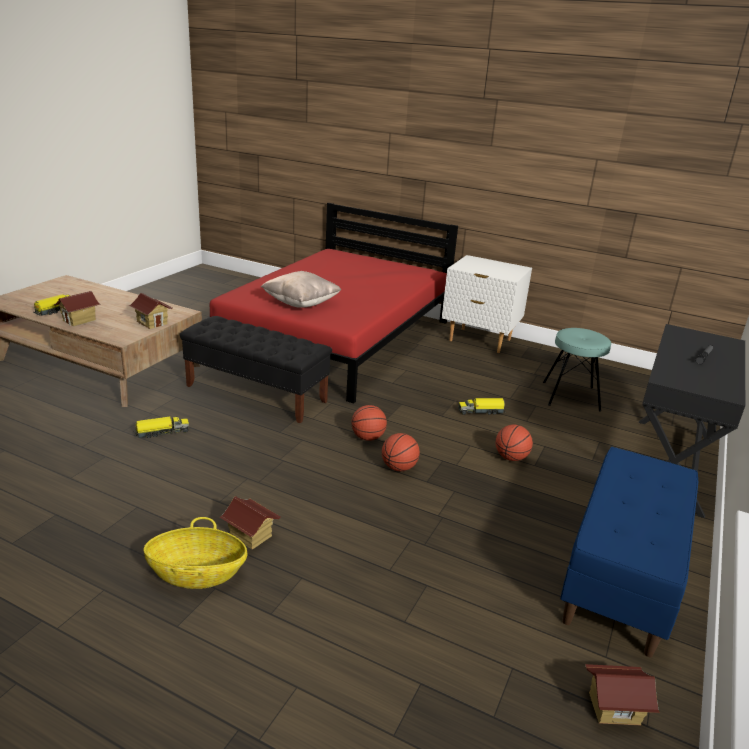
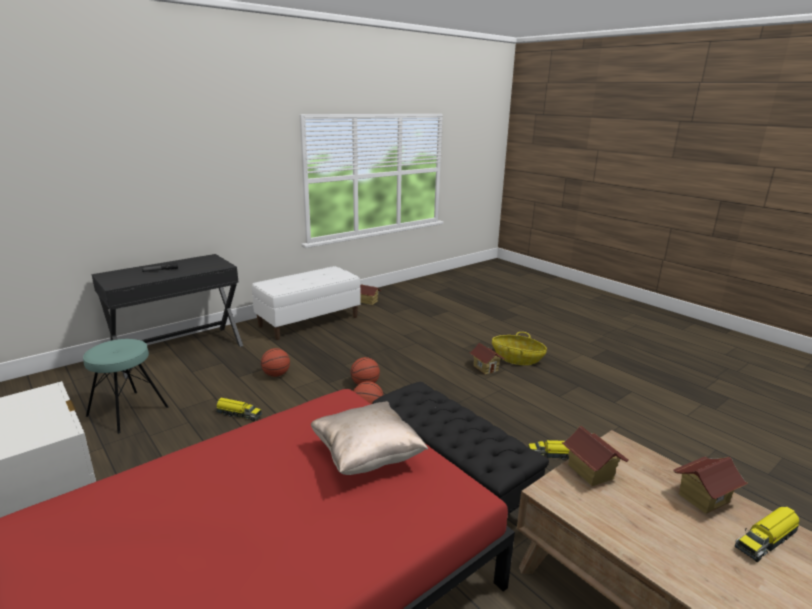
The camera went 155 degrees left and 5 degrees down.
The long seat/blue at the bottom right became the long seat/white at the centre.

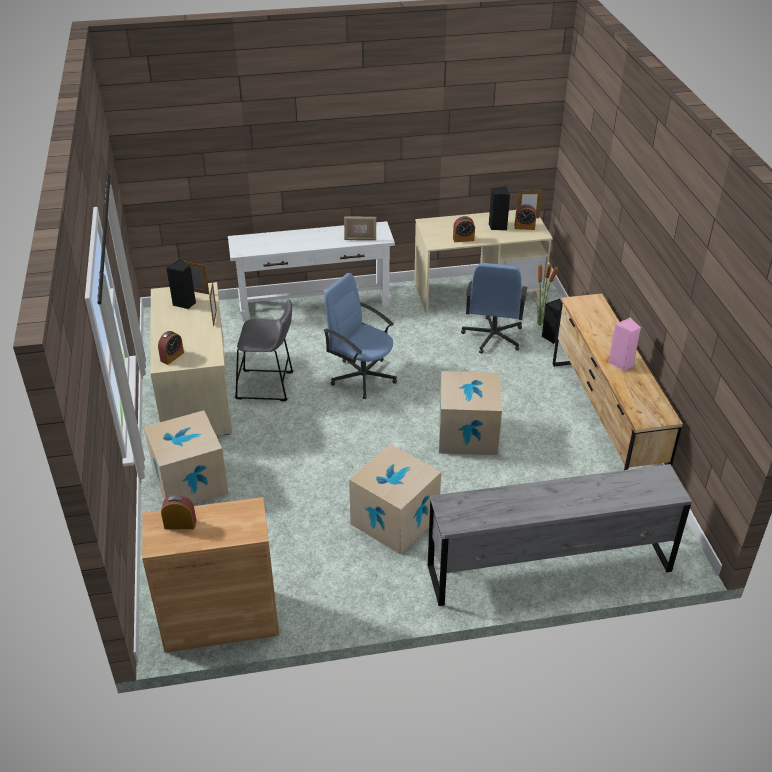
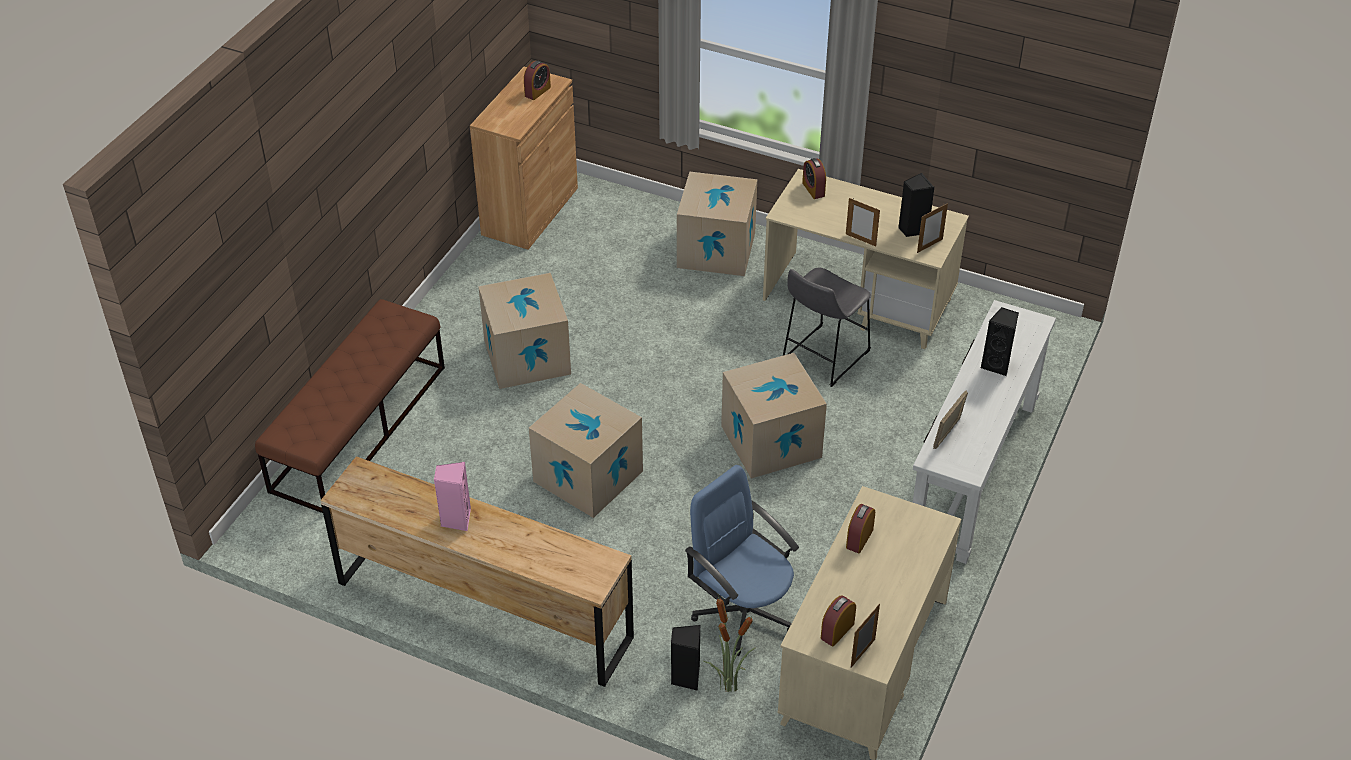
The camera went 125 degrees right and 5 degrees up.
The desk chair/blue (no. 1 from left) at the centre was replaced by the packing box (no. 4 from left) at the centre.
The drawer chest/gray at the bottom right was replaced by the long seat/brown at the middle left.
The audio speaker/blackish (no. 2 from left in the first image) moved from the top centre to the middle right.

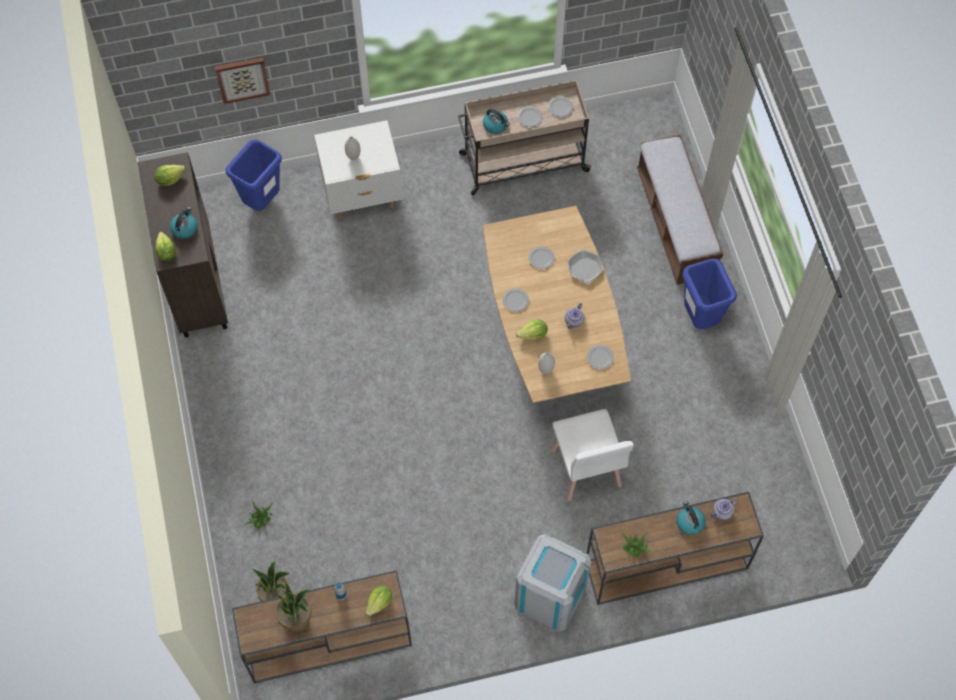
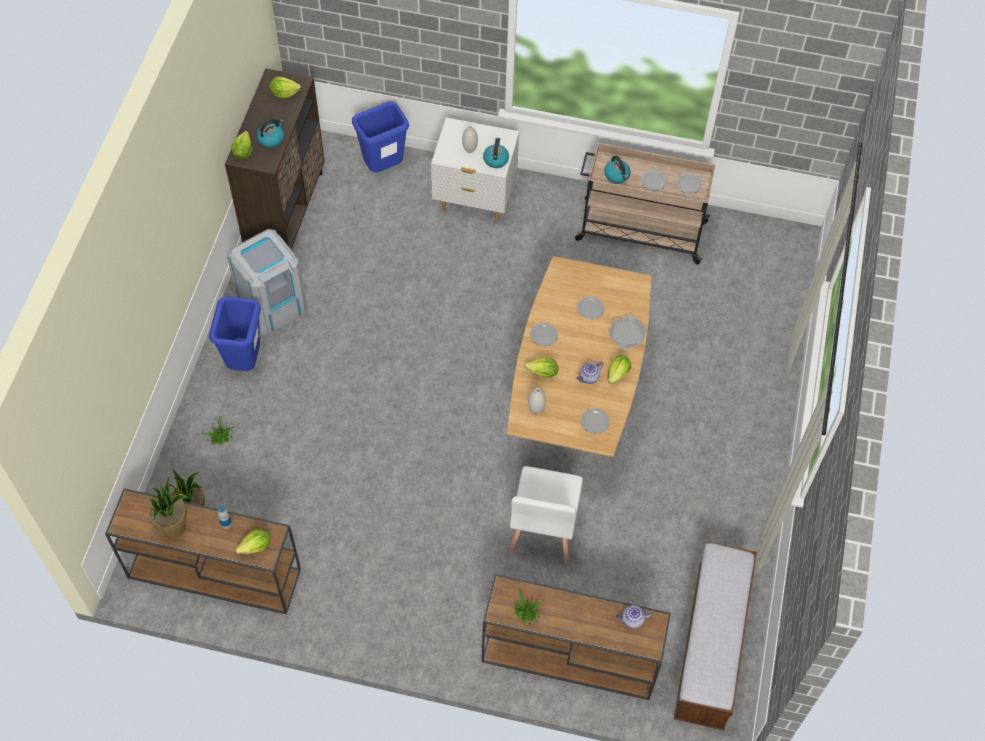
The camera went 25 degrees right and 5 degrees down.
The picture at the top left disappeared.
The trash can/gray moved from the bottom centre to the middle left.
The long seat moved from the top right to the bottom right.
The water kettle (no. 3 from left in the first image) moved from the bottom right to the top centre.
The trash can/blue (no. 2 from left in the first image) moved from the middle right to the middle left.
The lettuce (no. 5 from left) at the centre appeared.

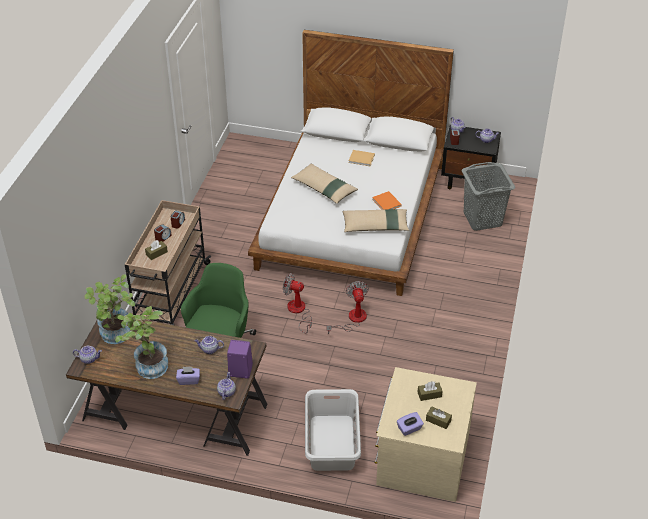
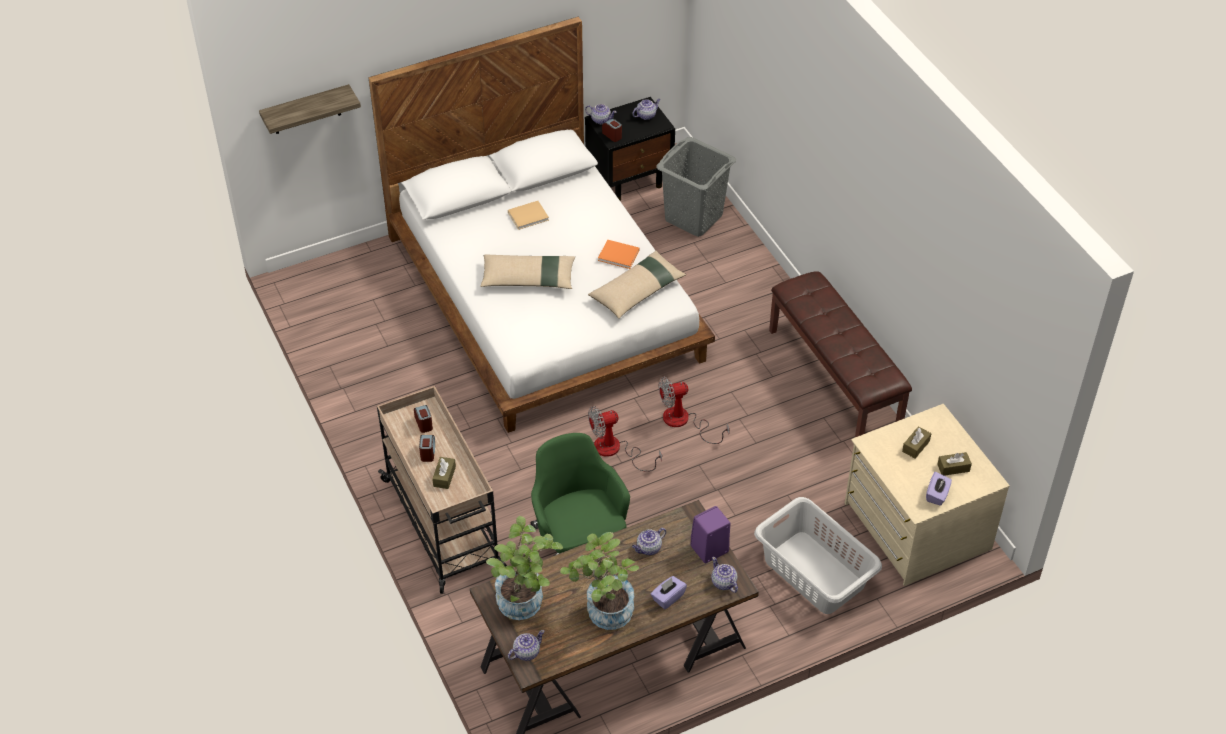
The camera went 40 degrees left and 5 degrees up.
The cooling fan (no. 2 from left) at the centre turned 60 degrees counterclockwise.
The bracket shelf at the top left appeared.
The long seat/brown at the middle right appeared.

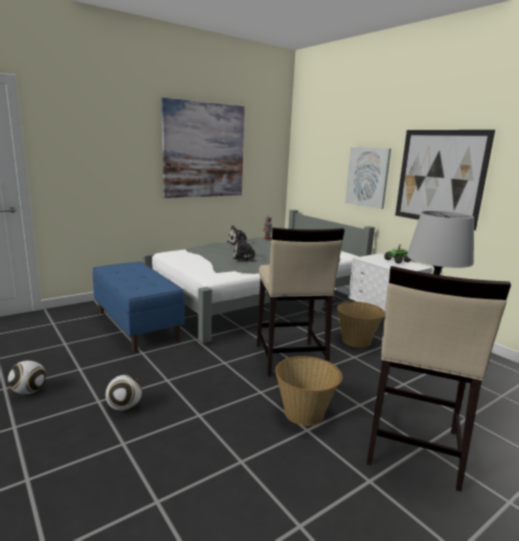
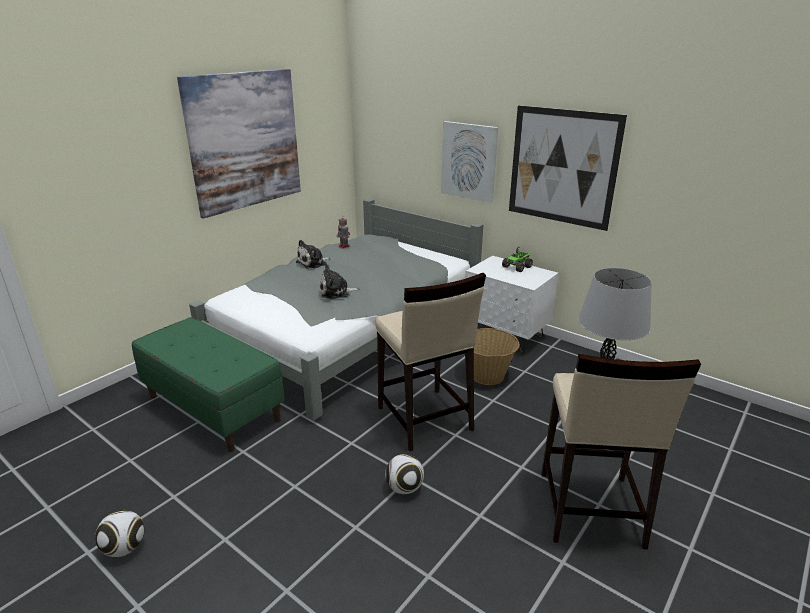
The camera went 15 degrees left and 10 degrees up.
The long seat/blue at the middle left became the long seat/greenish at the middle left.
The football (no. 2 from left) moved from the bottom left to the bottom centre.
The basket (no. 1 from left) at the bottom centre disappeared.

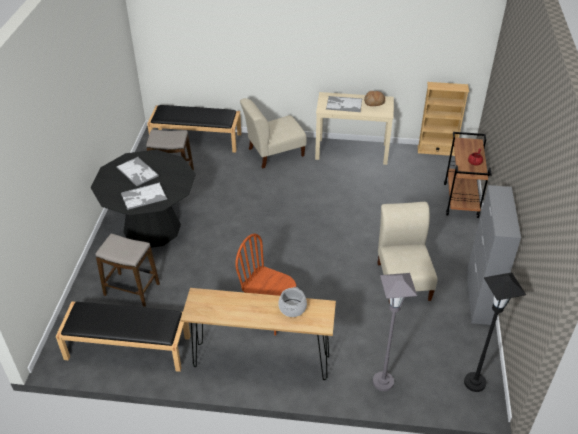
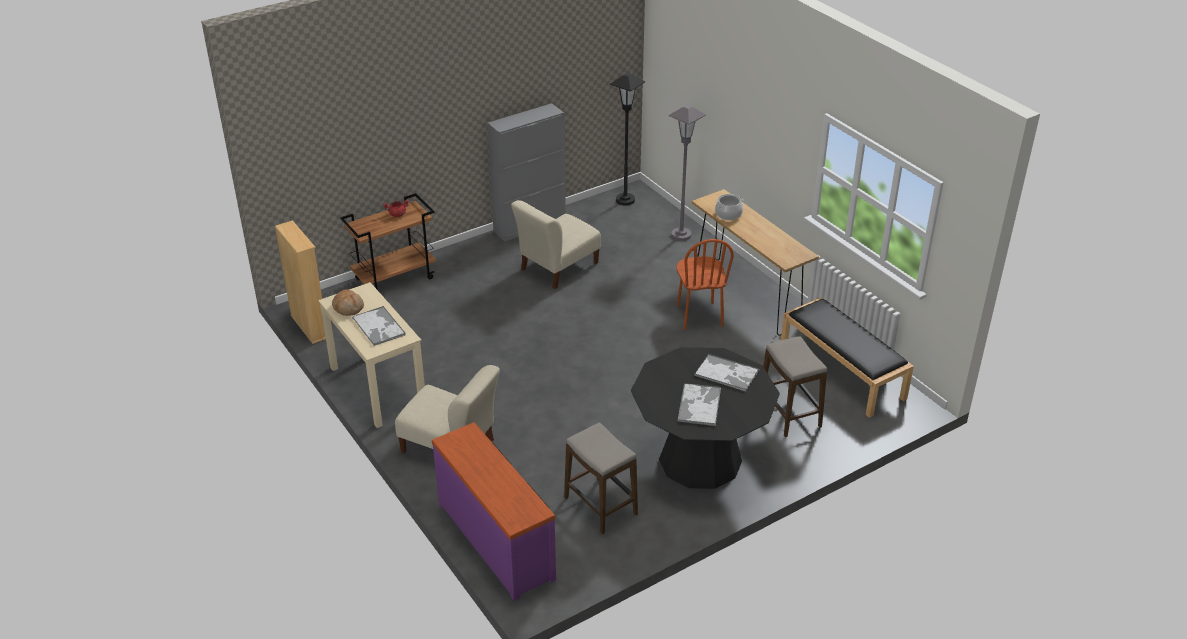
The camera went 130 degrees left and 5 degrees down.
The long seat/blackish (no. 2 from left) at the top centre was replaced by the drawer chest/purplish at the bottom centre.

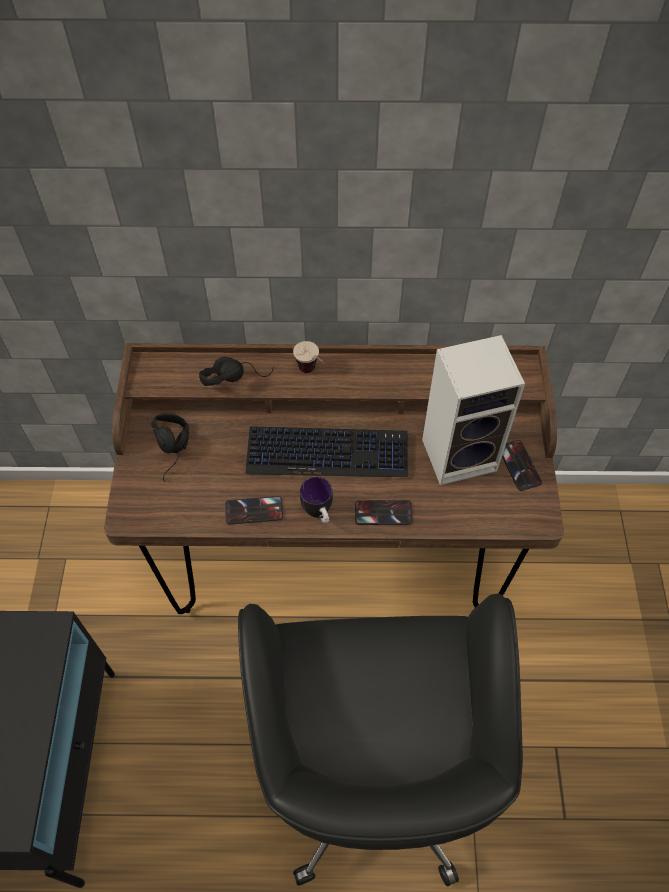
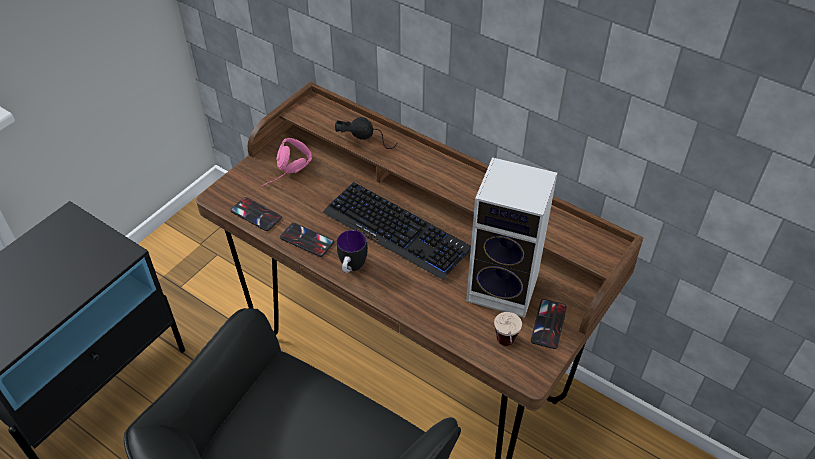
The camera went 35 degrees right and 10 degrees down.
The pair of headphones/blackish (no. 1 from left) at the middle left became the pair of headphones/pink at the centre.
The small cup moved from the centre to the bottom centre.
The handset (no. 2 from left in the first image) moved from the centre to the middle left.

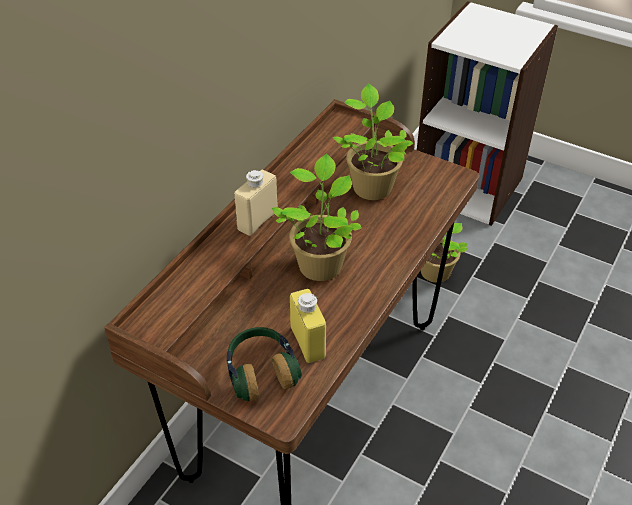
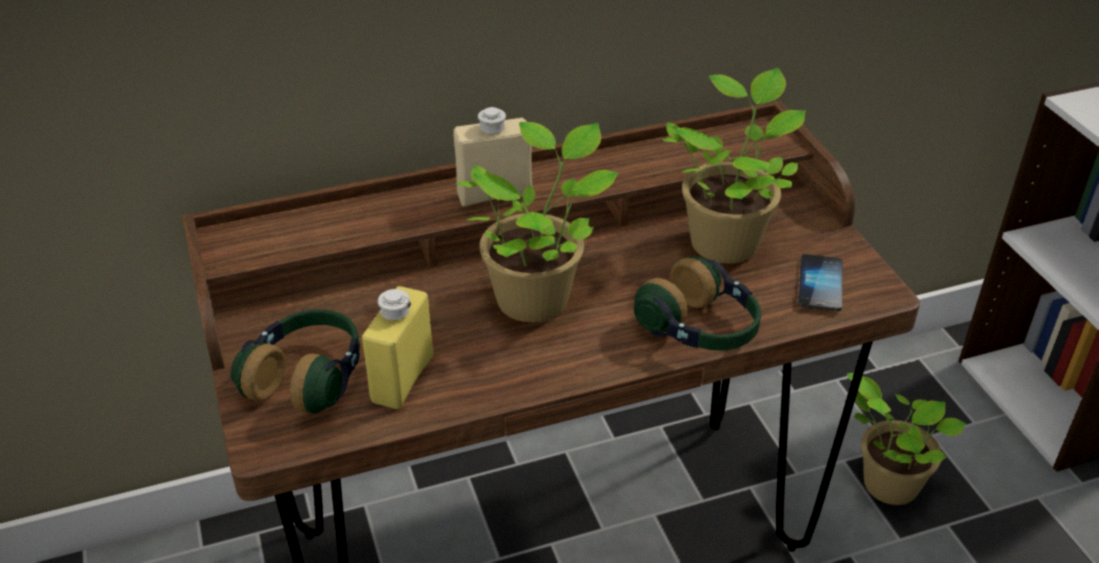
The camera went 40 degrees right and 5 degrees down.
The pair of headphones (no. 2 from left) at the centre appeared.
The handset at the middle right appeared.

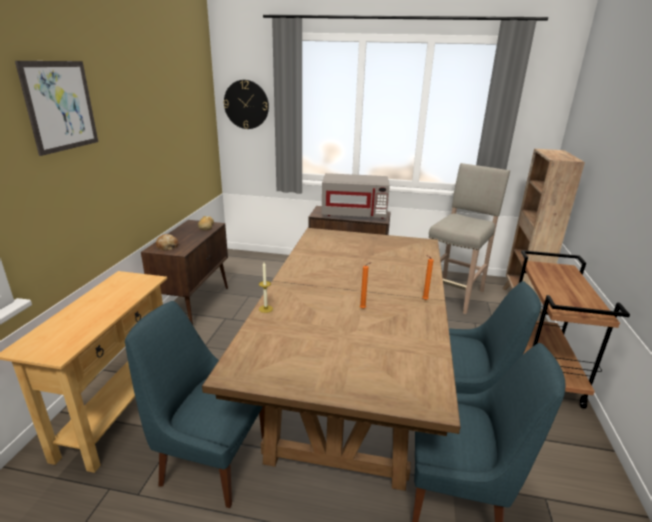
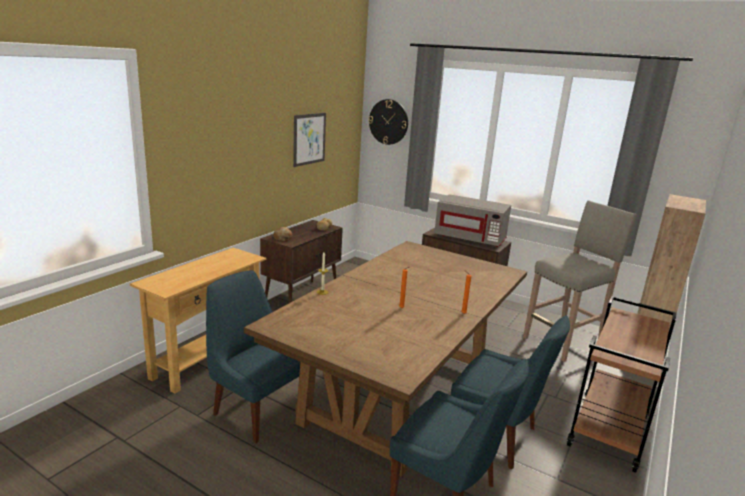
The camera went 20 degrees right and 5 degrees down.
The picture moved from the top left to the top centre.

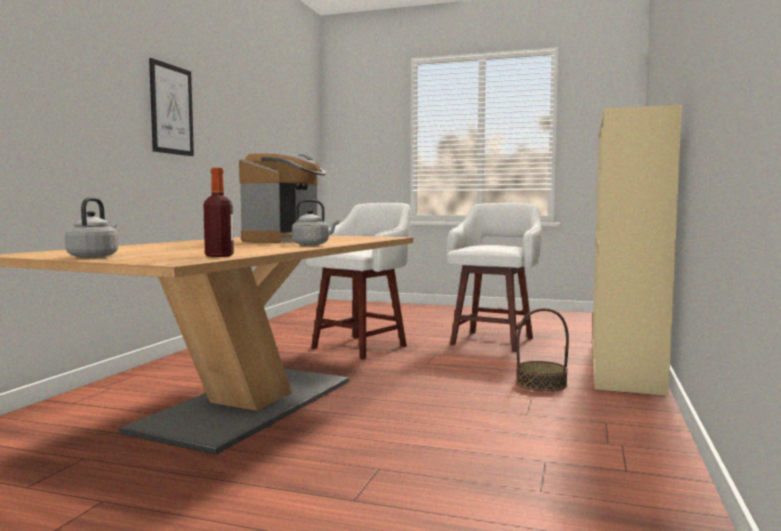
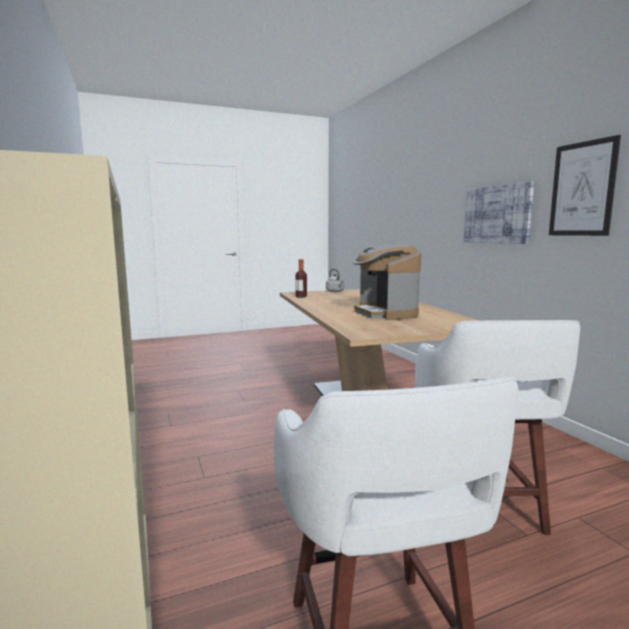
The camera went 140 degrees right and 5 degrees up.
The water kettle/gray (no. 2 from left) at the centre disappeared.
The basket at the middle right disappeared.
The picture (no. 1 from left) at the middle right appeared.

